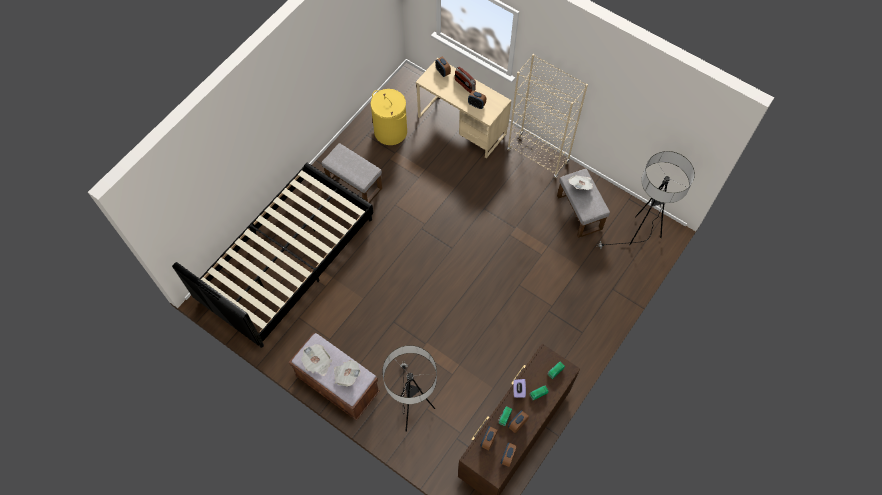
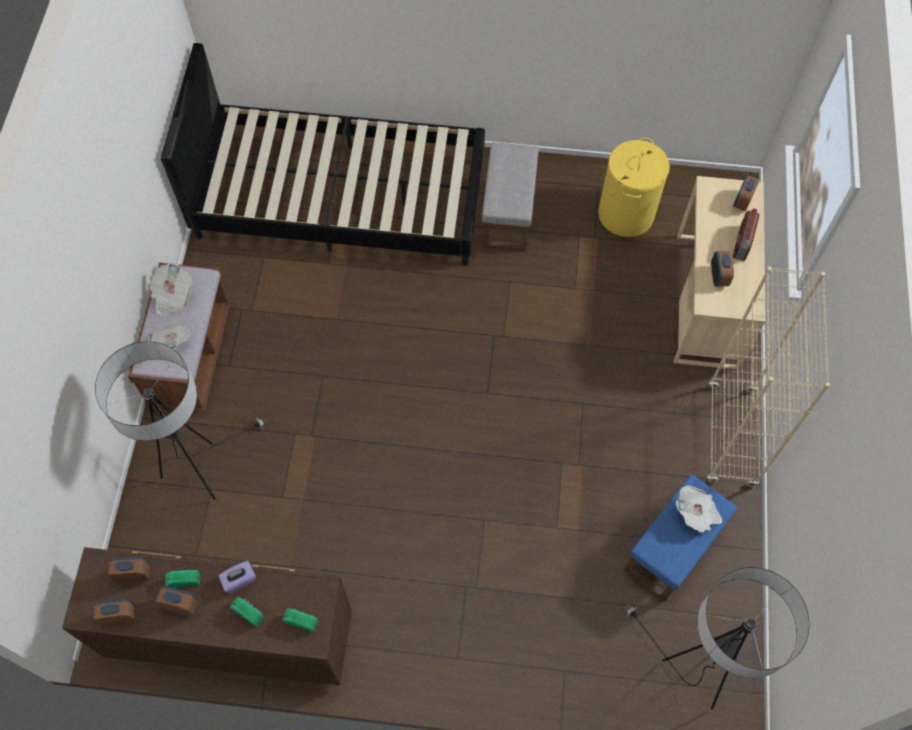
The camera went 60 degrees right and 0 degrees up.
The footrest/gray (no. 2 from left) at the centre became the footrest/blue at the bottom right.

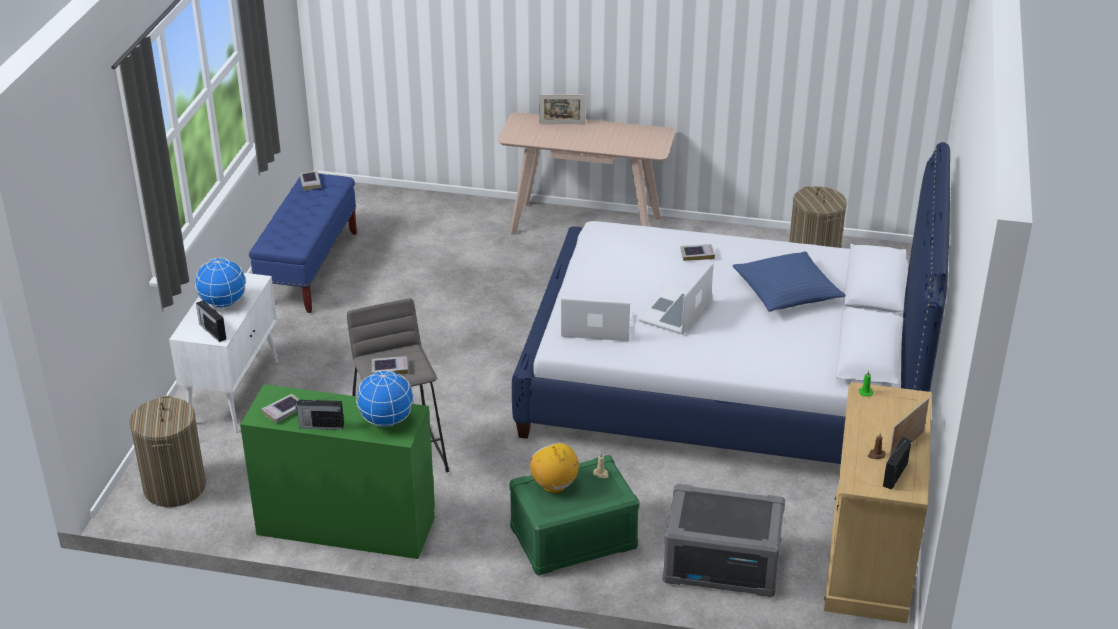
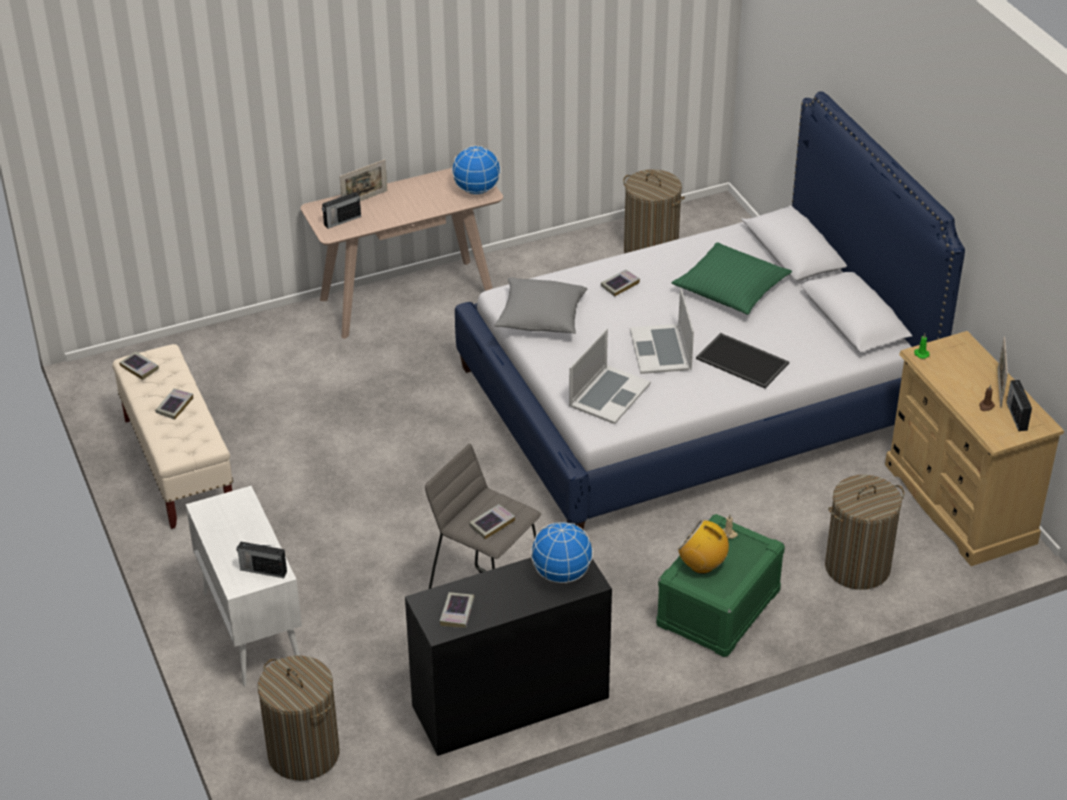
The camera went 35 degrees left and 5 degrees up.
The world globe (no. 1 from left) moved from the middle left to the top centre.
The desk unit/greenish at the bottom left became the desk unit/blackish at the bottom centre.
The long seat/blue at the middle left became the long seat/beige at the middle left.
The radio set (no. 2 from left) moved from the middle left to the top left.
The laptop (no. 1 from left) at the centre turned 150 degrees clockwise.
The storage bin/gray at the bottom centre was replaced by the washing basket (no. 3 from left) at the middle right.
The throw pillow/blue at the middle right became the throw pillow/greenish at the middle right.
The bound book (no. 2 from left) at the middle left appeared.
The throw pillow/gray at the centre appeared.
The tray at the middle right appeared.

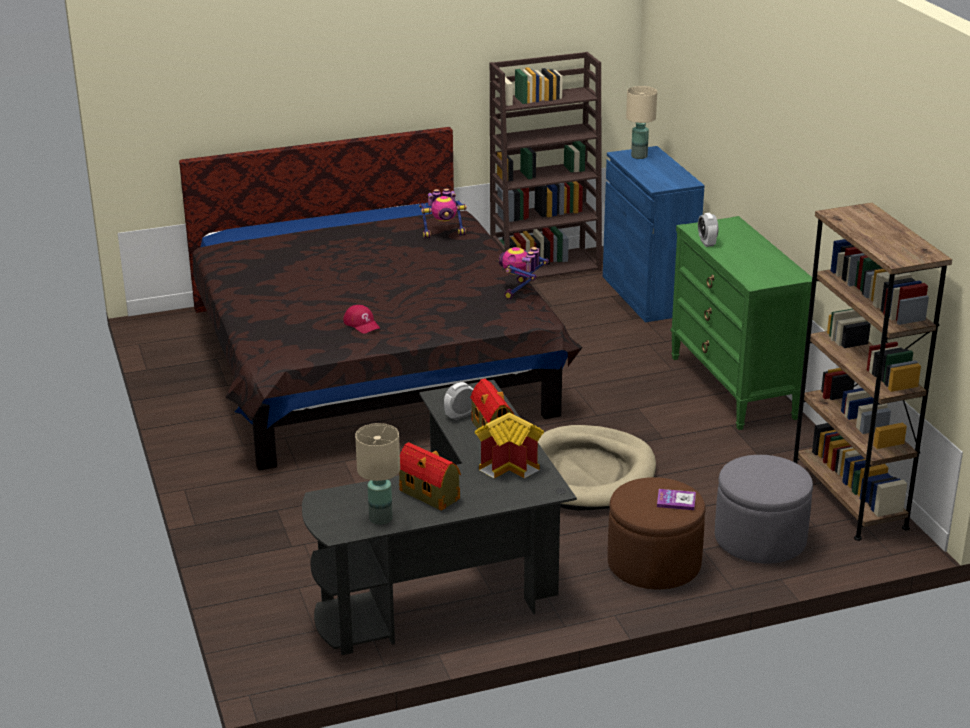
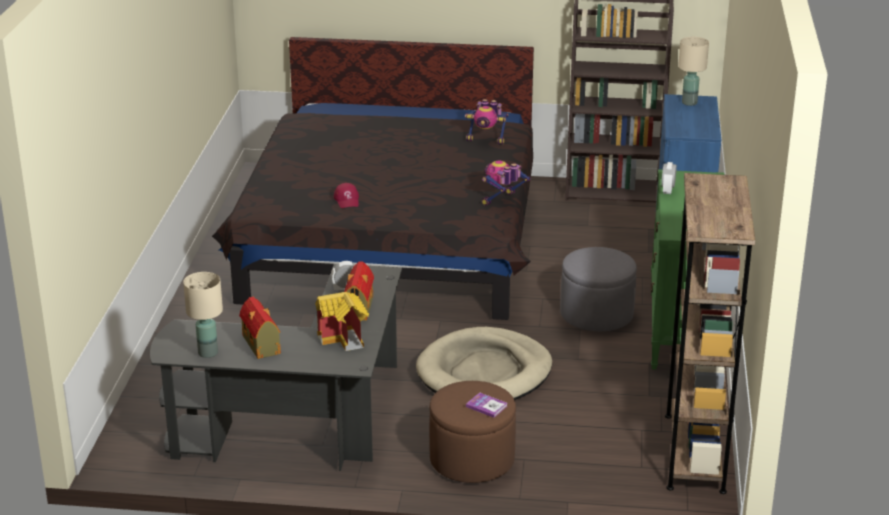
The camera went 25 degrees right and 0 degrees up.
The footrest/gray moved from the bottom right to the middle right.

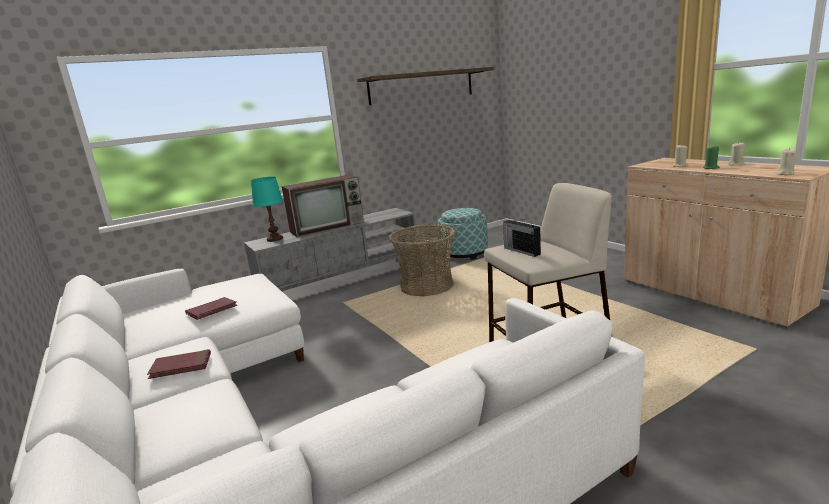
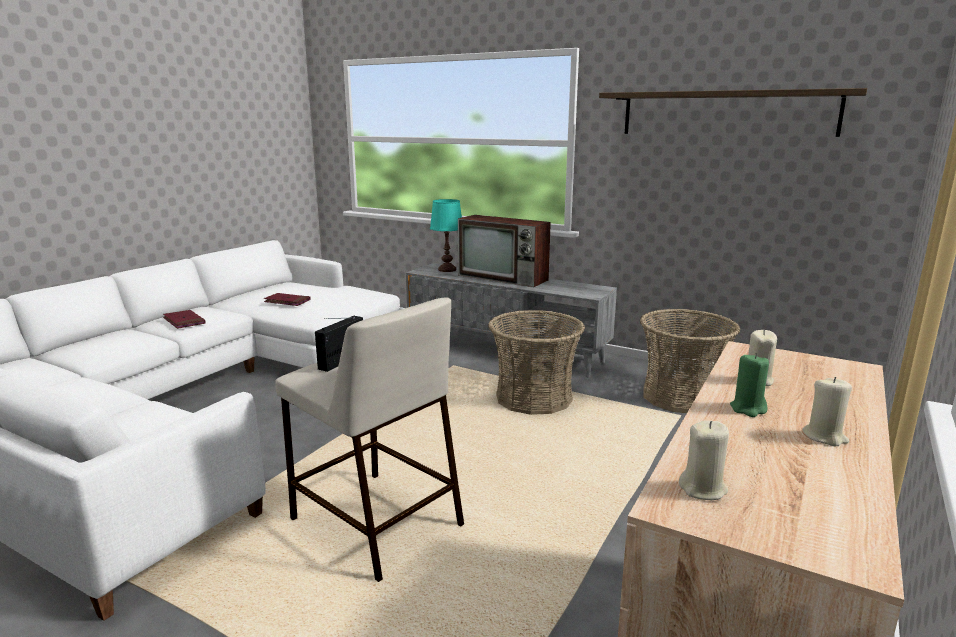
The camera went 60 degrees right and 0 degrees up.
The footrest at the centre was replaced by the basket (no. 2 from left) at the middle right.

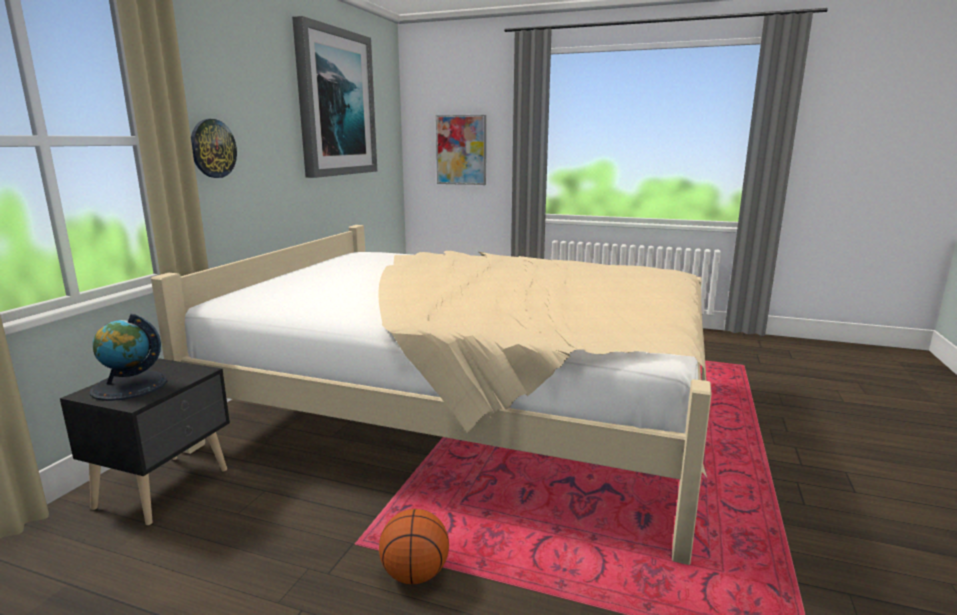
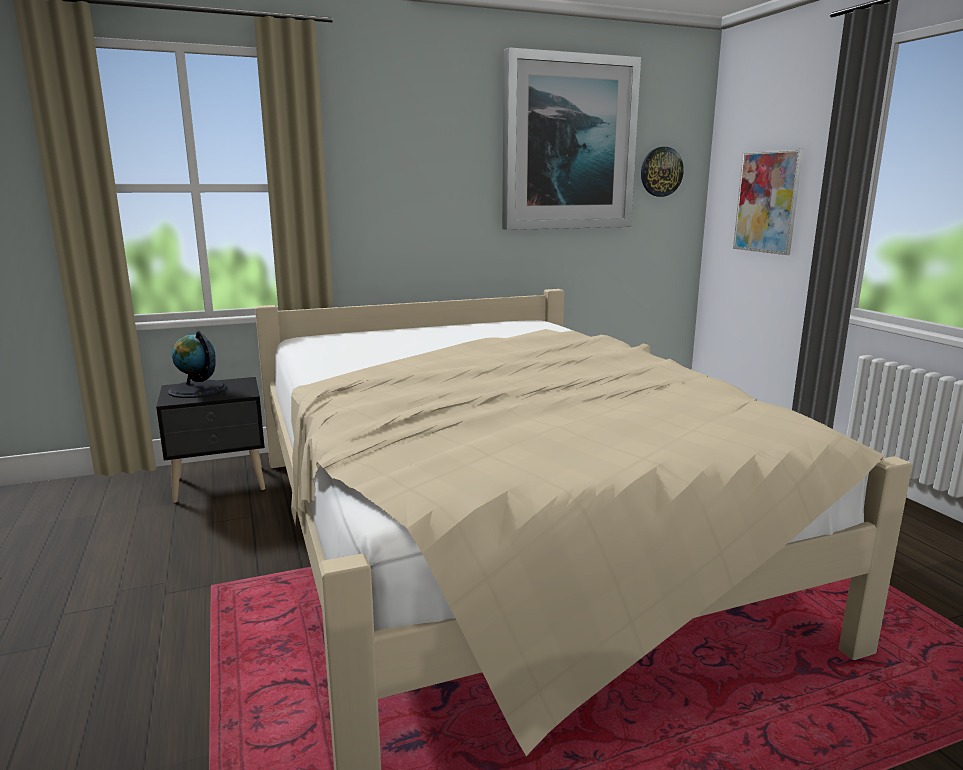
The camera went 50 degrees right and 0 degrees up.
The wall clock moved from the top left to the top right.
The basketball at the bottom centre disappeared.

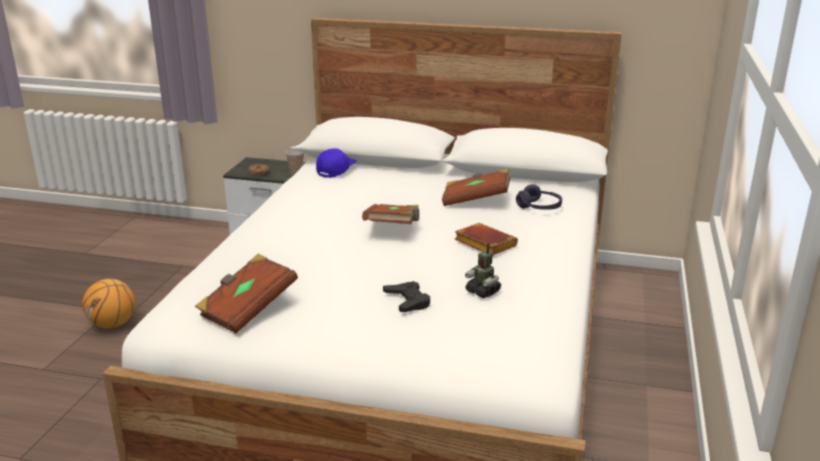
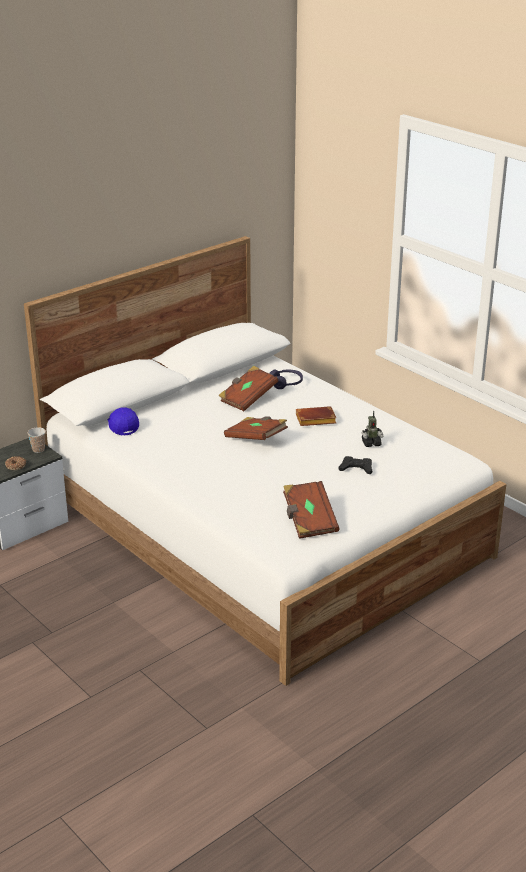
The camera went 55 degrees left and 5 degrees up.
The basketball at the middle left disappeared.

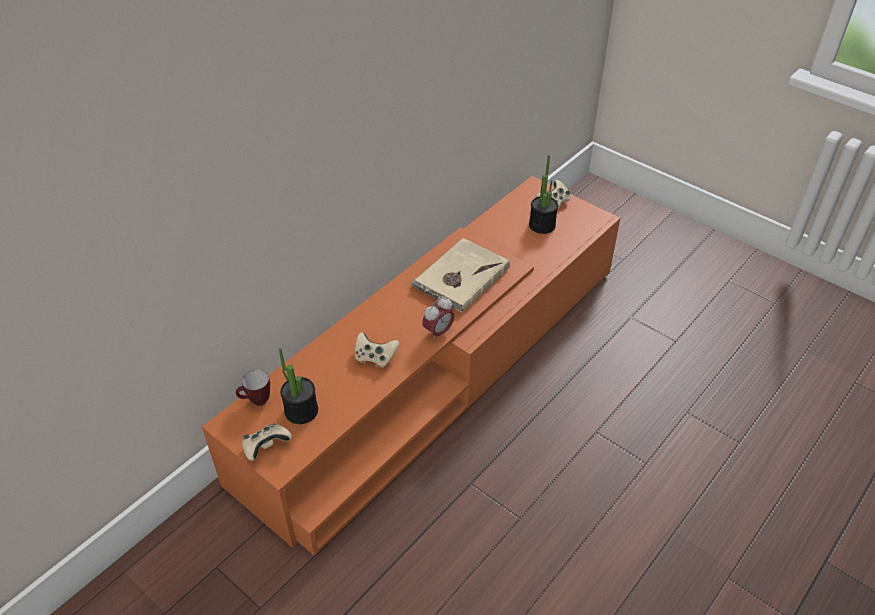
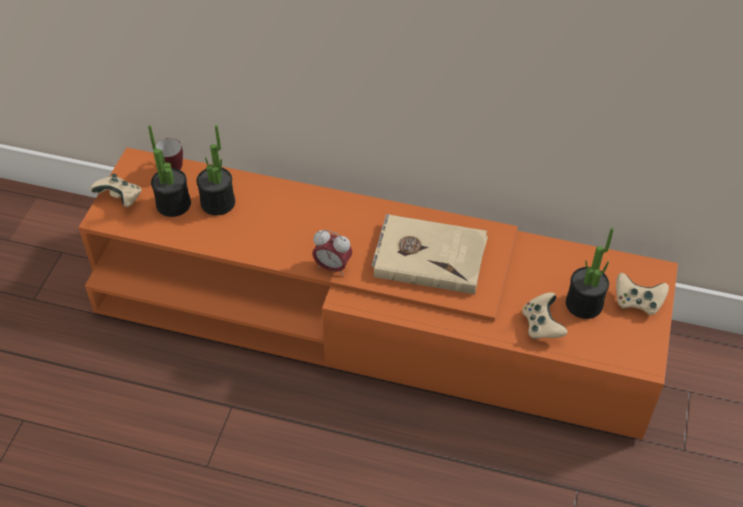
The camera went 65 degrees right and 5 degrees up.
The game controller/beige (no. 2 from left) moved from the centre to the middle right.
The potted plant (no. 2 from left) at the middle left appeared.

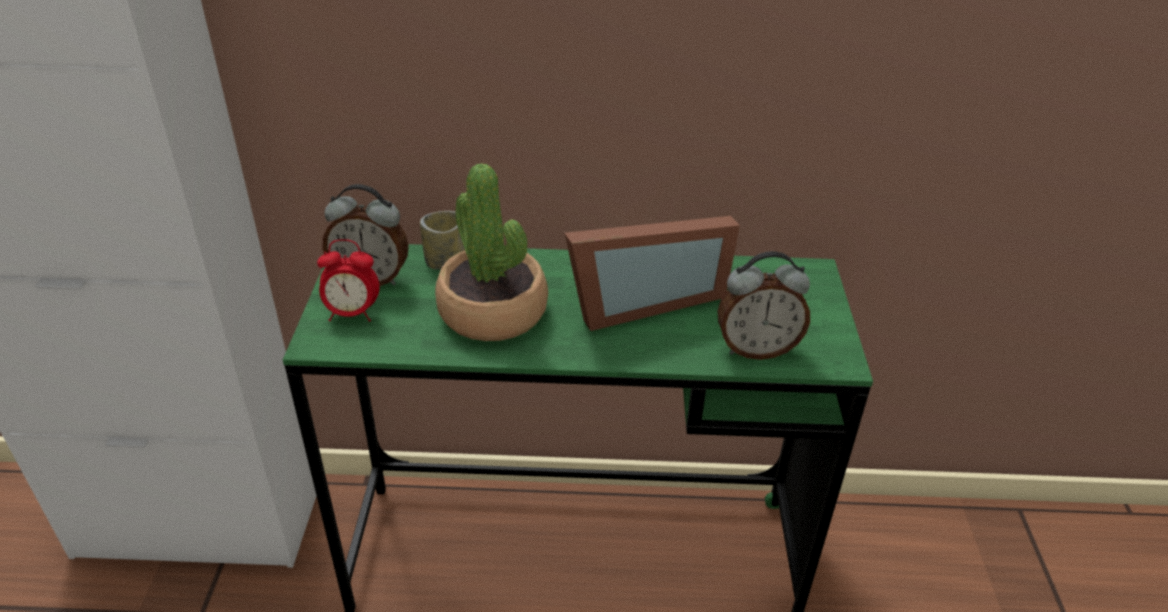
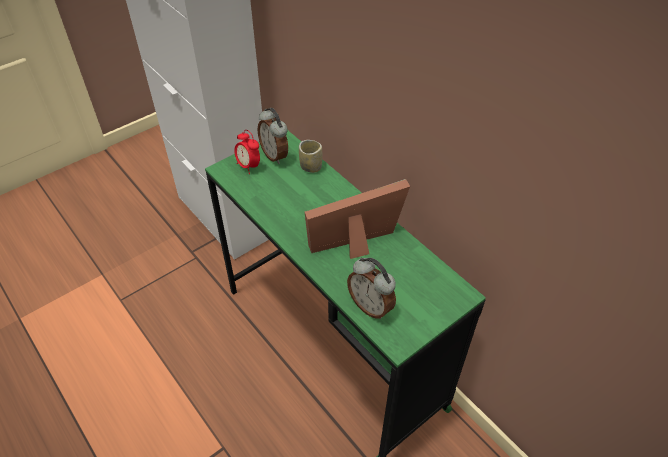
The camera went 50 degrees right and 10 degrees up.
The potted plant at the centre disappeared.
The standing frame at the centre turned 135 degrees clockwise.

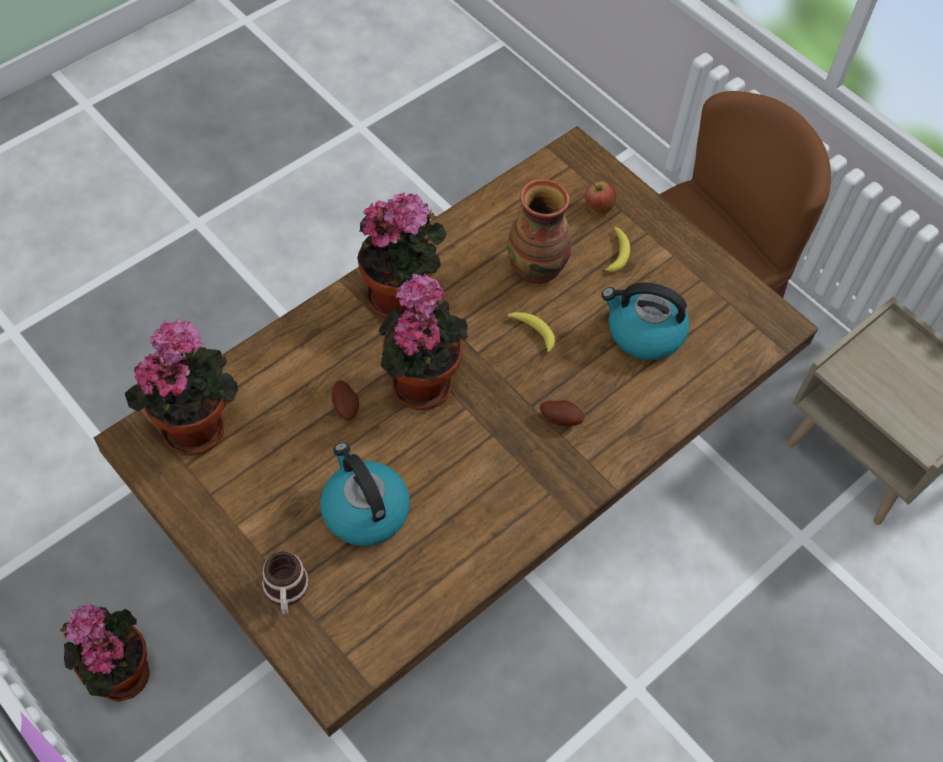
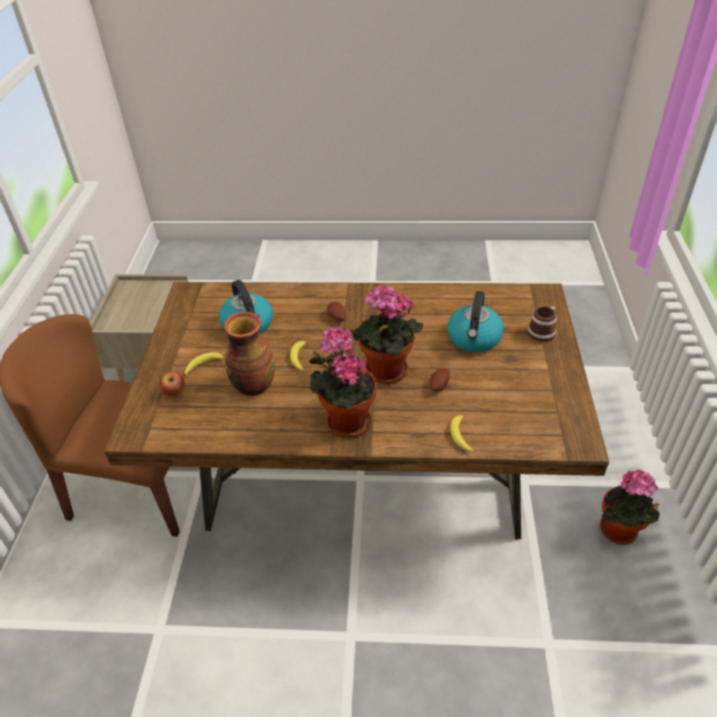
The camera went 130 degrees left and 15 degrees down.
The potted plant (no. 2 from left) at the middle left disappeared.
The banana fruit (no. 3 from left) at the centre appeared.

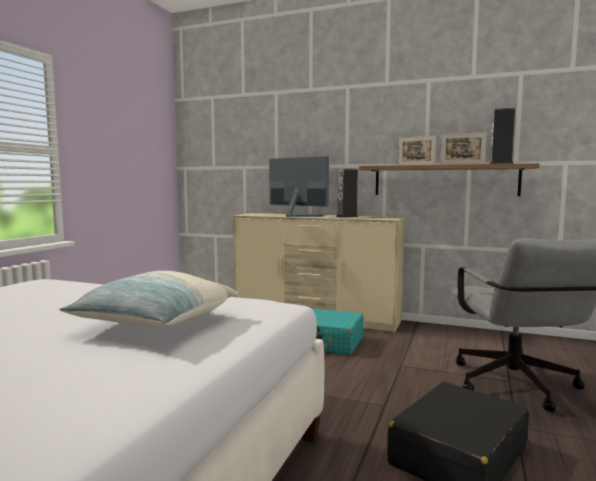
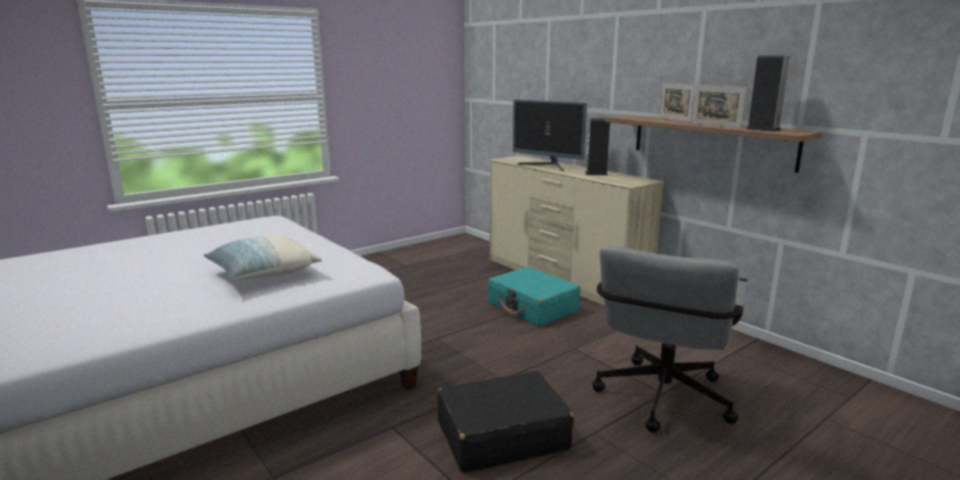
The camera went 30 degrees right and 10 degrees up.
The computer screen at the centre turned 150 degrees clockwise.

